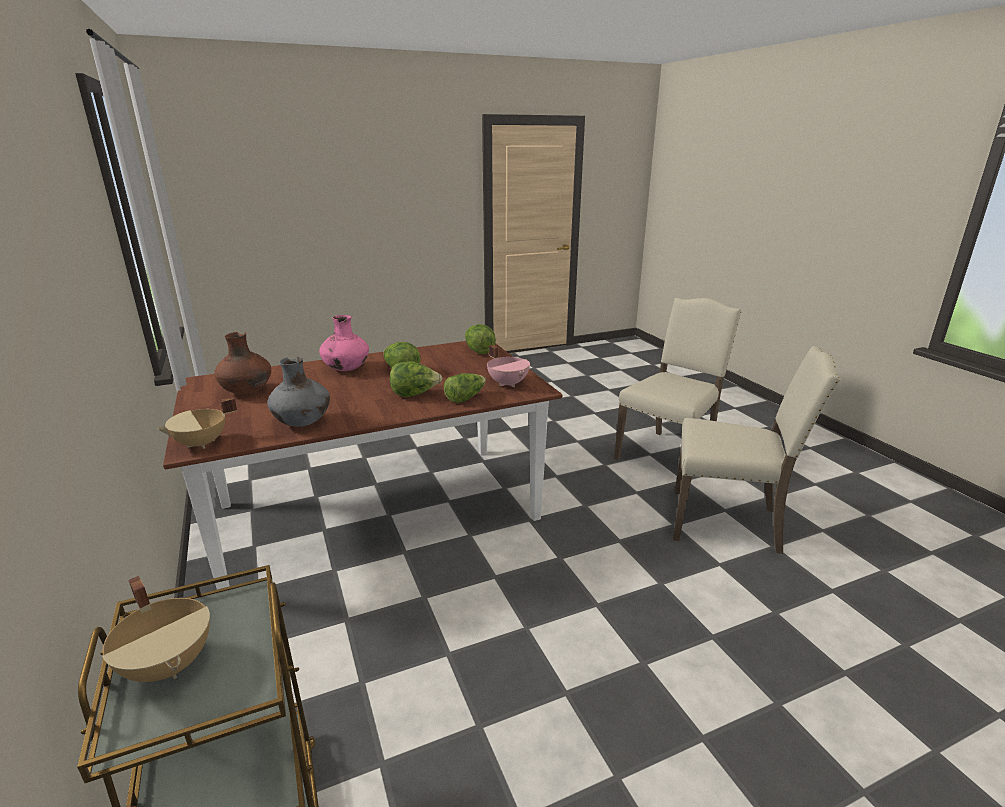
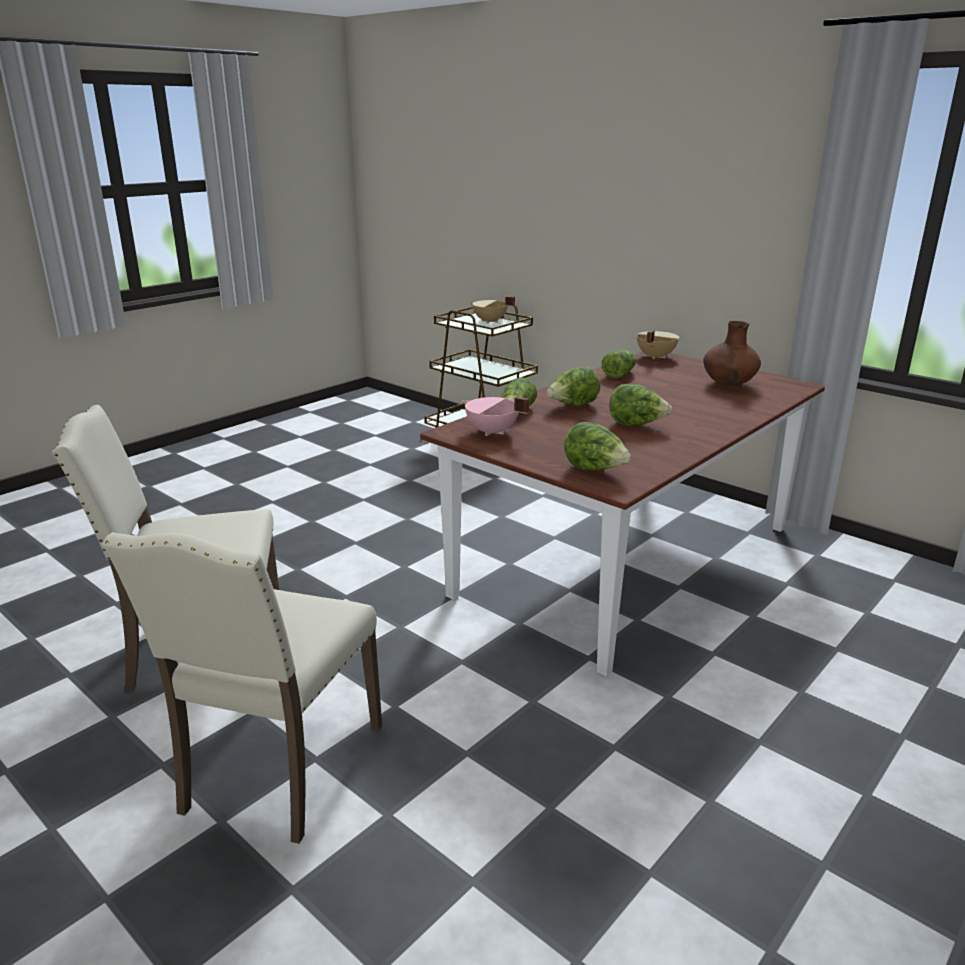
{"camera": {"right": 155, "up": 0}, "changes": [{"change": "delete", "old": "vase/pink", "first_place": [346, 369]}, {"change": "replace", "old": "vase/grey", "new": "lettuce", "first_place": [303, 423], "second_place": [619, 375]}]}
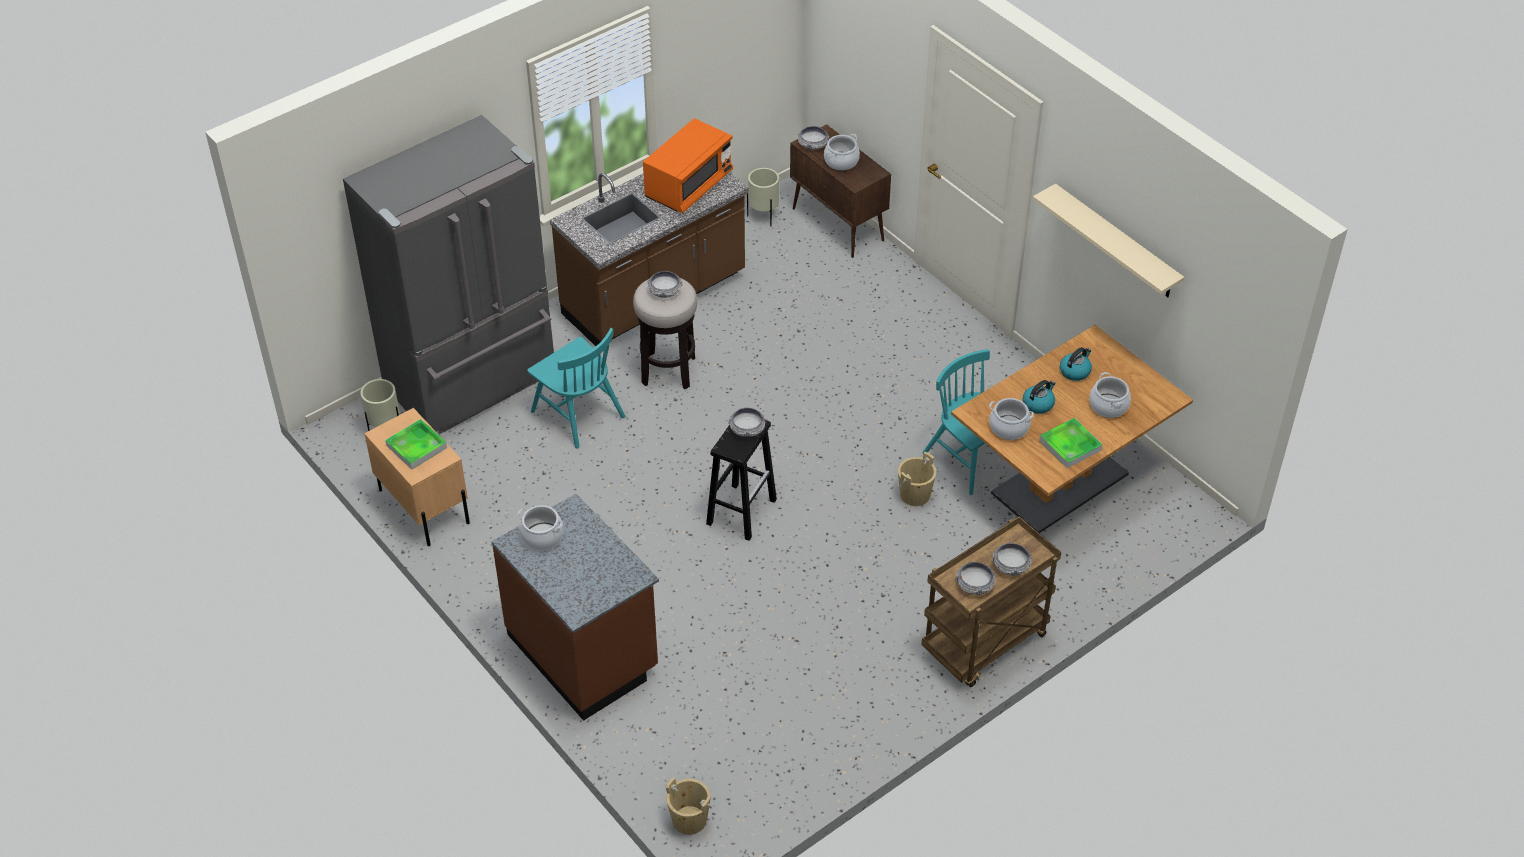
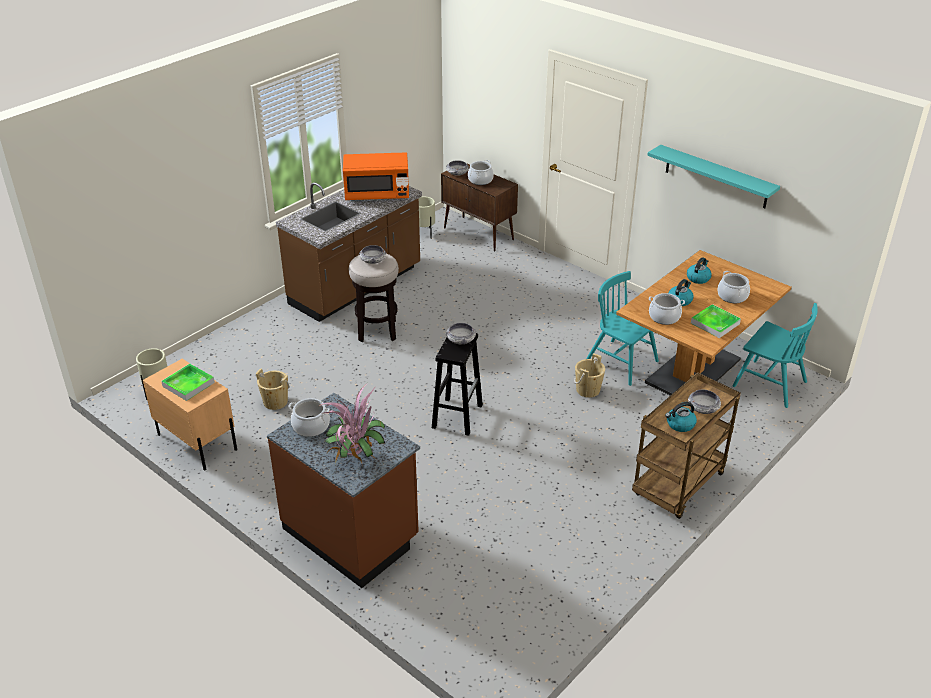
{"camera": {"right": -10, "up": -10}, "changes": [{"change": "delete", "old": "fridge/grey", "first_place": [474, 385]}, {"change": "rotate", "old": "microwave/orange", "first_place": [689, 186], "second_place": [377, 194], "degrees": 60}, {"change": "recolor", "old": "shelf/beige", "new": "shelf/turquoise", "first_place": [1116, 242], "second_place": [716, 177]}, {"change": "move", "old": "chair/turquoise", "first_place": [577, 413], "second_place": [769, 384]}, {"change": "replace", "old": "bowl", "new": "kettle", "first_place": [975, 584], "second_place": [680, 424]}, {"change": "move", "old": "bucket/beige", "first_place": [689, 820], "second_place": [275, 402]}, {"change": "insert", "new": "potted plant", "second_place": [355, 458]}]}
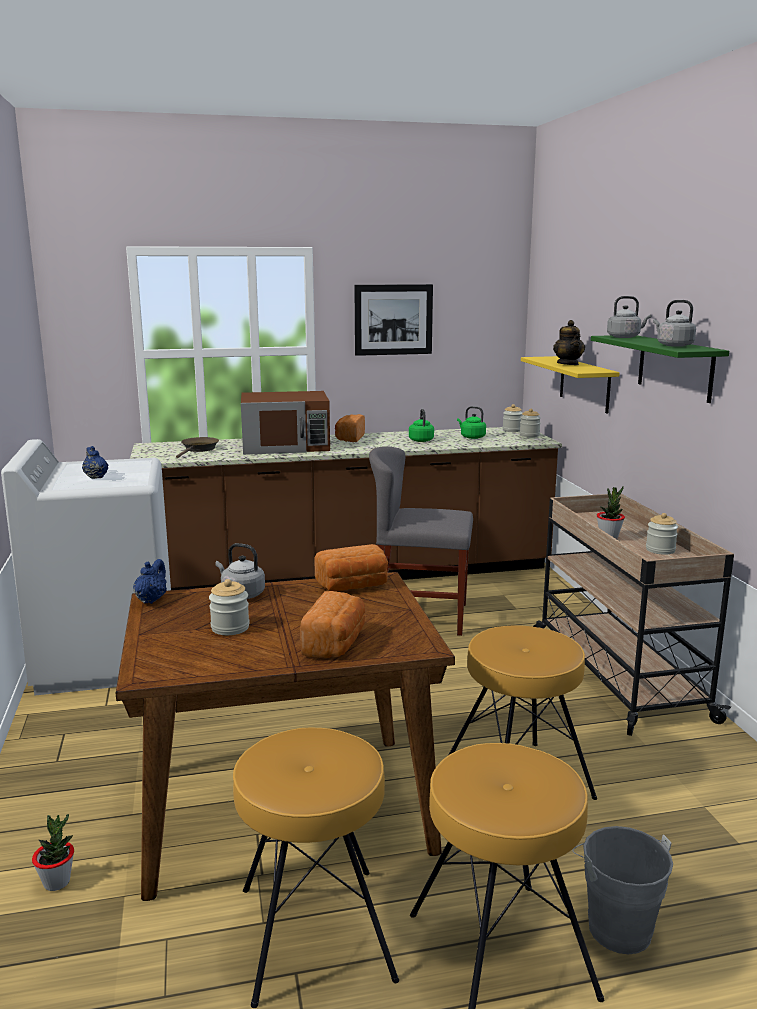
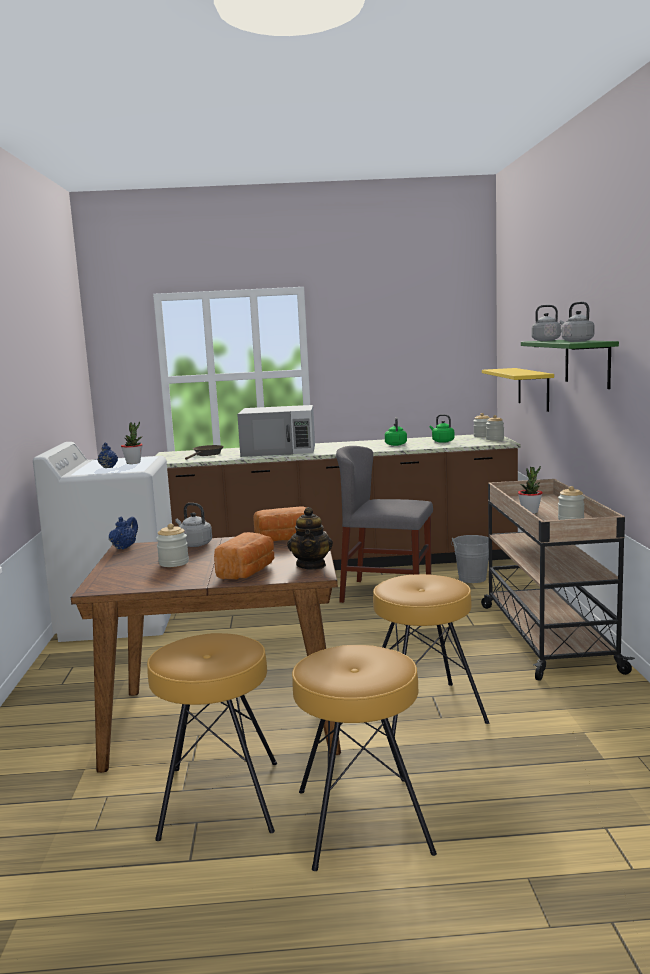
{"camera": {"right": 10, "up": -5}, "changes": [{"change": "delete", "old": "picture", "first_place": [393, 319]}, {"change": "move", "old": "teapot", "first_place": [568, 364], "second_place": [311, 565]}, {"change": "recolor", "old": "microwave/brown", "new": "microwave/white", "first_place": [286, 445], "second_place": [279, 450]}, {"change": "delete", "old": "bread", "first_place": [349, 438]}, {"change": "move", "old": "potted plant", "first_place": [57, 882], "second_place": [133, 463]}, {"change": "move", "old": "bucket/grey", "first_place": [615, 924], "second_place": [471, 577]}]}
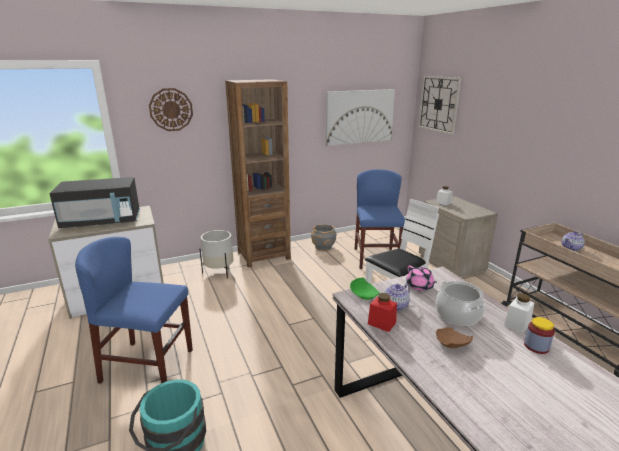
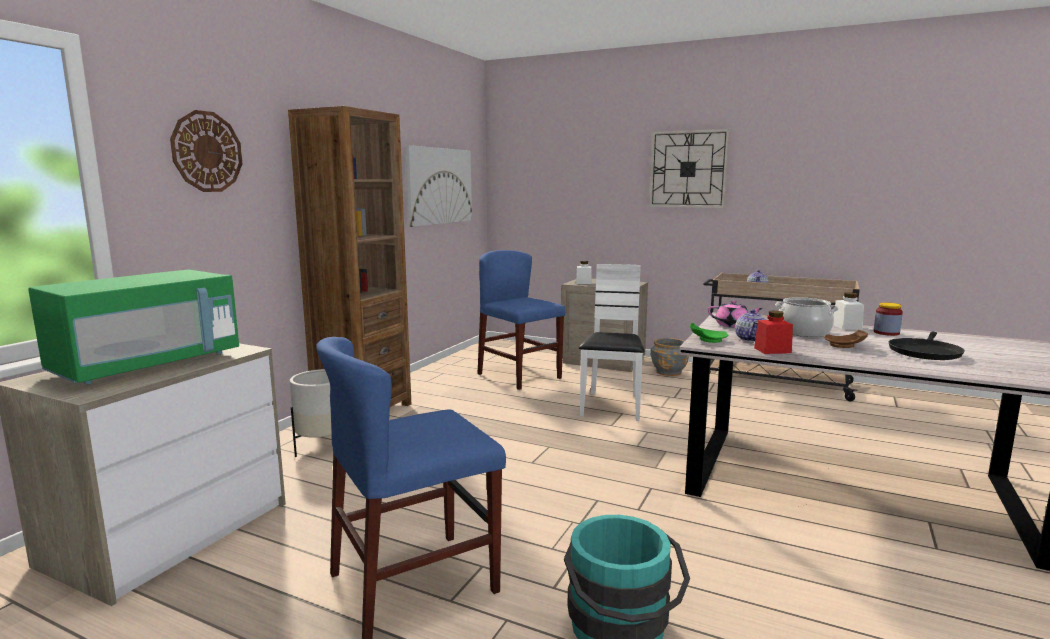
{"camera": {"right": -40, "up": -10}, "changes": [{"change": "move", "old": "wall clock", "first_place": [439, 104], "second_place": [688, 169]}, {"change": "recolor", "old": "microwave/black", "new": "microwave/green", "first_place": [102, 222], "second_place": [148, 365]}, {"change": "move", "old": "planter/grey", "first_place": [323, 247], "second_place": [668, 372]}, {"change": "insert", "new": "frying pan/black", "second_place": [924, 352]}]}
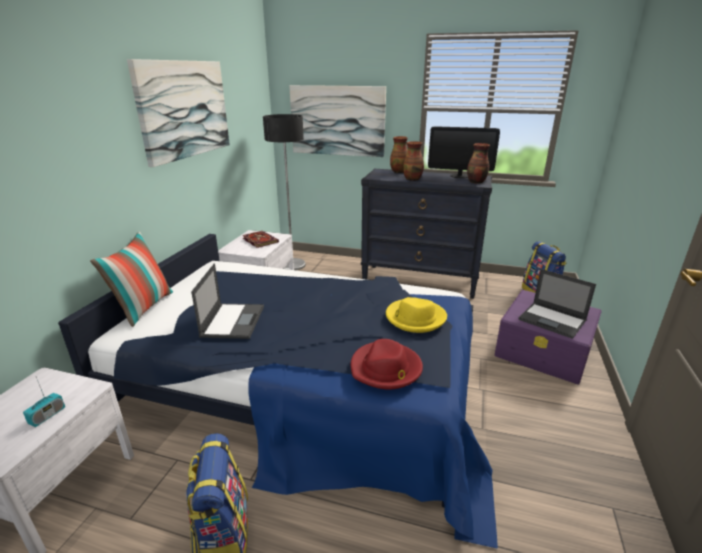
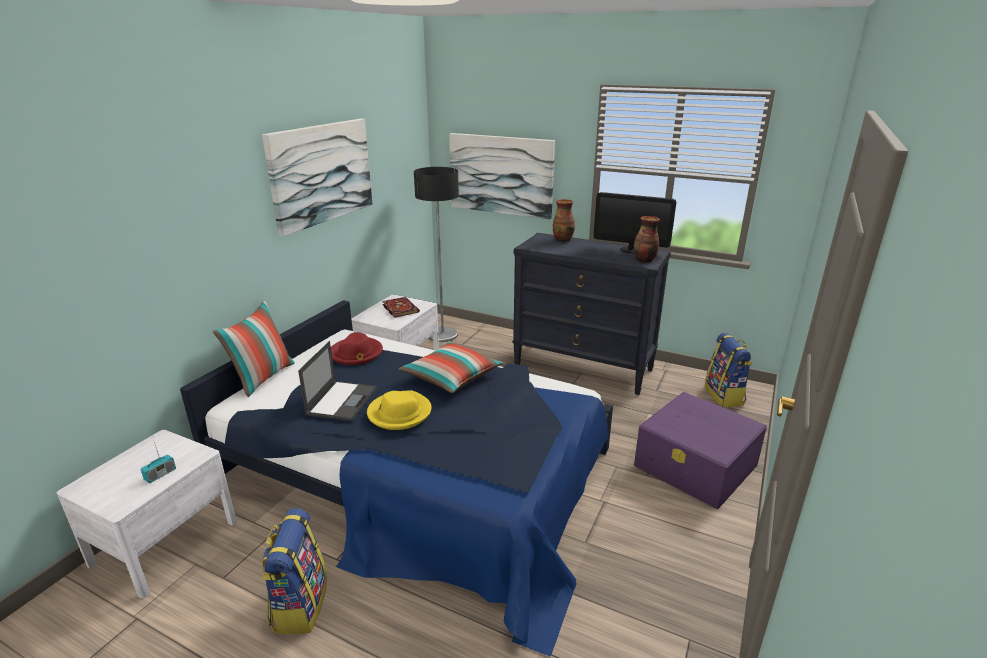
{"camera": {"right": 10, "up": 0}, "changes": [{"change": "delete", "old": "vase", "first_place": [413, 179]}, {"change": "delete", "old": "laptop", "first_place": [553, 320]}, {"change": "move", "old": "hat/yellow", "first_place": [415, 318], "second_place": [399, 413]}, {"change": "move", "old": "hat/red", "first_place": [386, 368], "second_place": [356, 353]}, {"change": "insert", "new": "pillow", "second_place": [451, 377]}]}
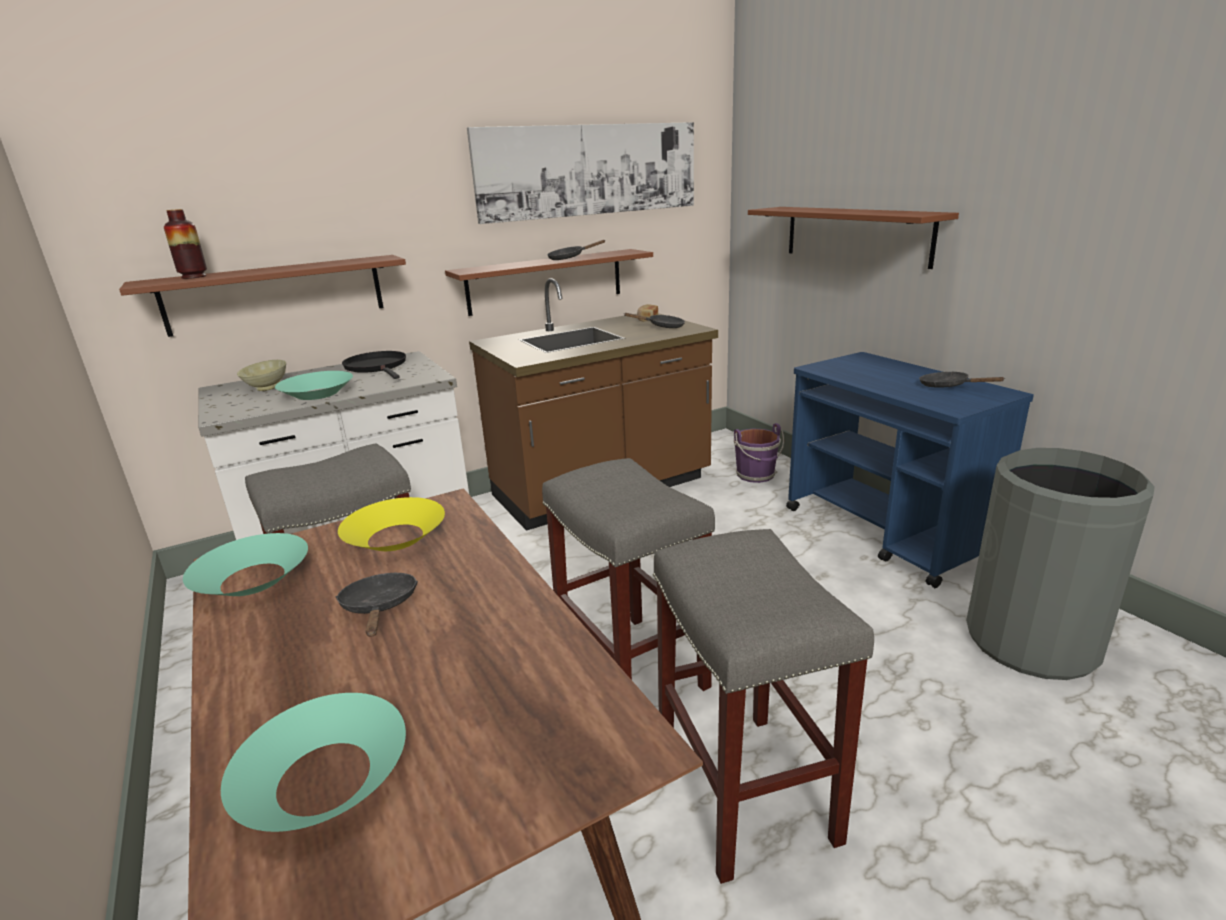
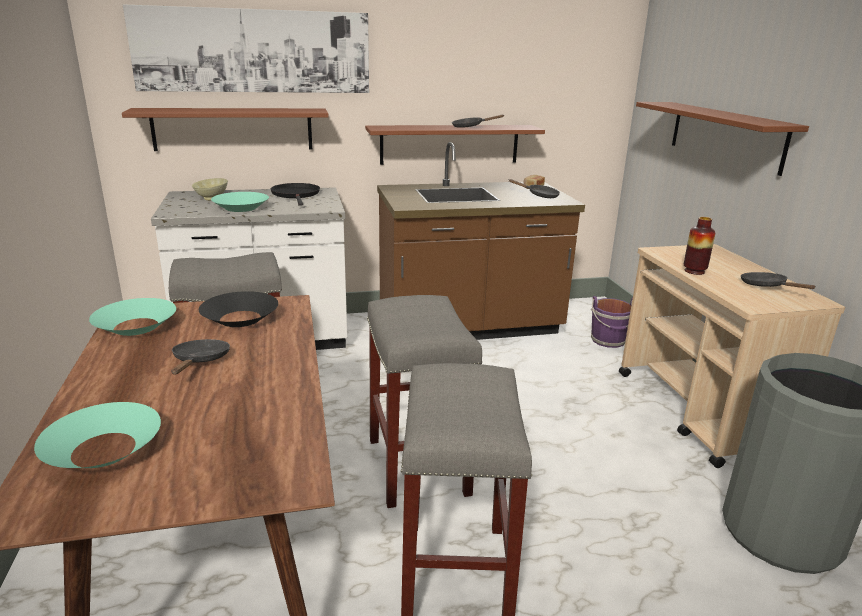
{"camera": {"right": 15, "up": 0}, "changes": [{"change": "move", "old": "picture", "first_place": [590, 170], "second_place": [253, 51]}, {"change": "move", "old": "vase", "first_place": [194, 277], "second_place": [694, 271]}, {"change": "recolor", "old": "cart/blue", "new": "cart/beige", "first_place": [886, 532], "second_place": [700, 412]}, {"change": "recolor", "old": "bowl/yellow", "new": "bowl/black", "first_place": [395, 537], "second_place": [240, 318]}]}
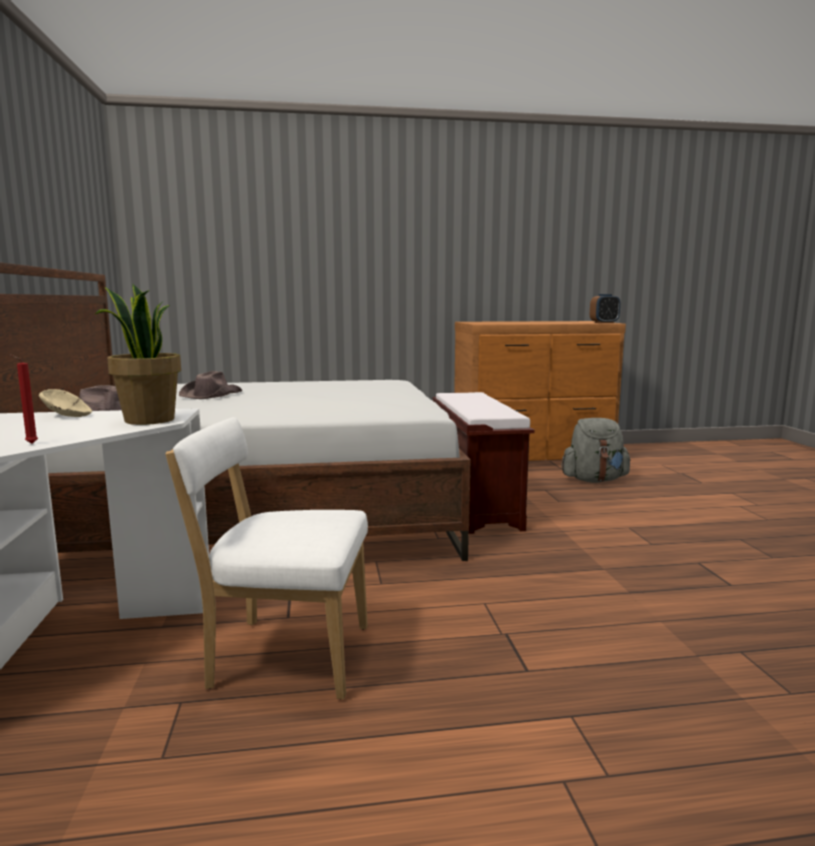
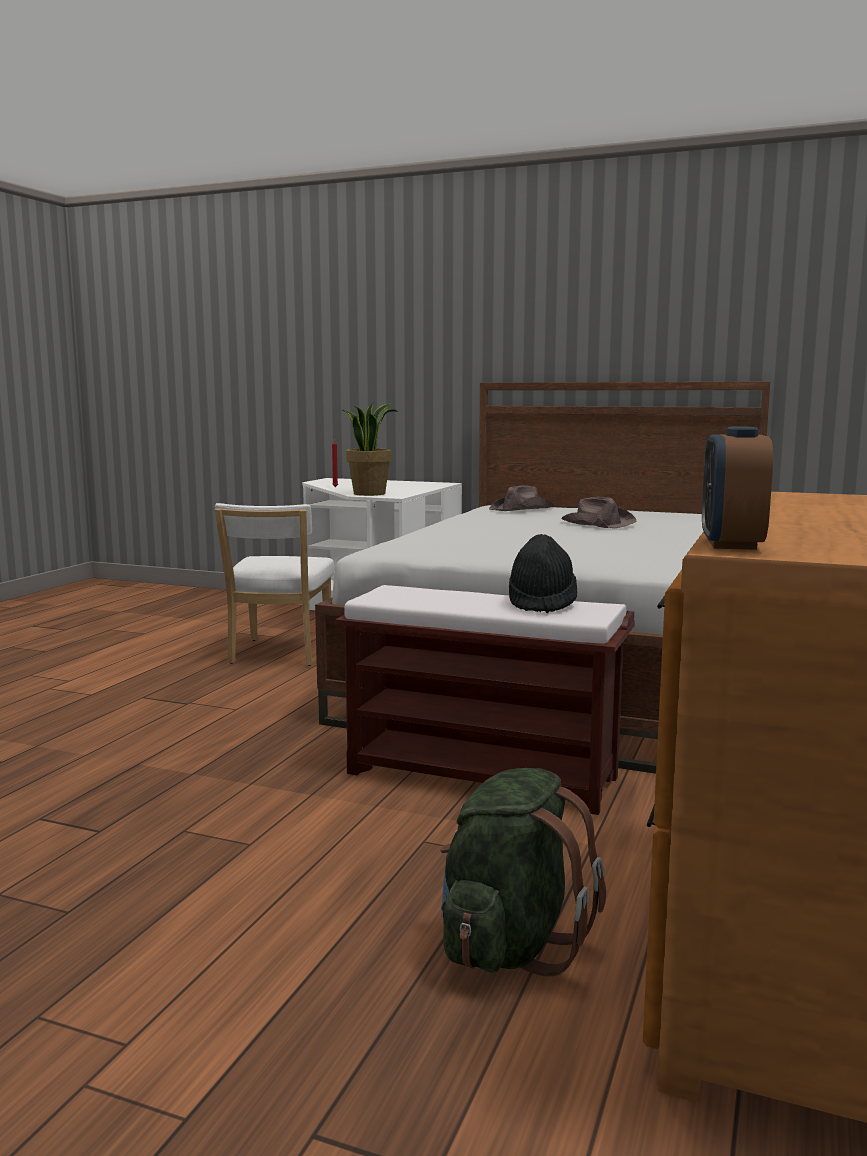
{"camera": {"right": 120, "up": 0}, "changes": [{"change": "delete", "old": "bowl/beige", "first_place": [67, 416]}, {"change": "rotate", "old": "chair/white", "first_place": [283, 655], "second_place": [279, 654], "degrees": 150}, {"change": "recolor", "old": "backpack/grey", "new": "backpack/green", "first_place": [594, 480], "second_place": [510, 944]}, {"change": "insert", "new": "hat/black", "second_place": [541, 603]}]}
